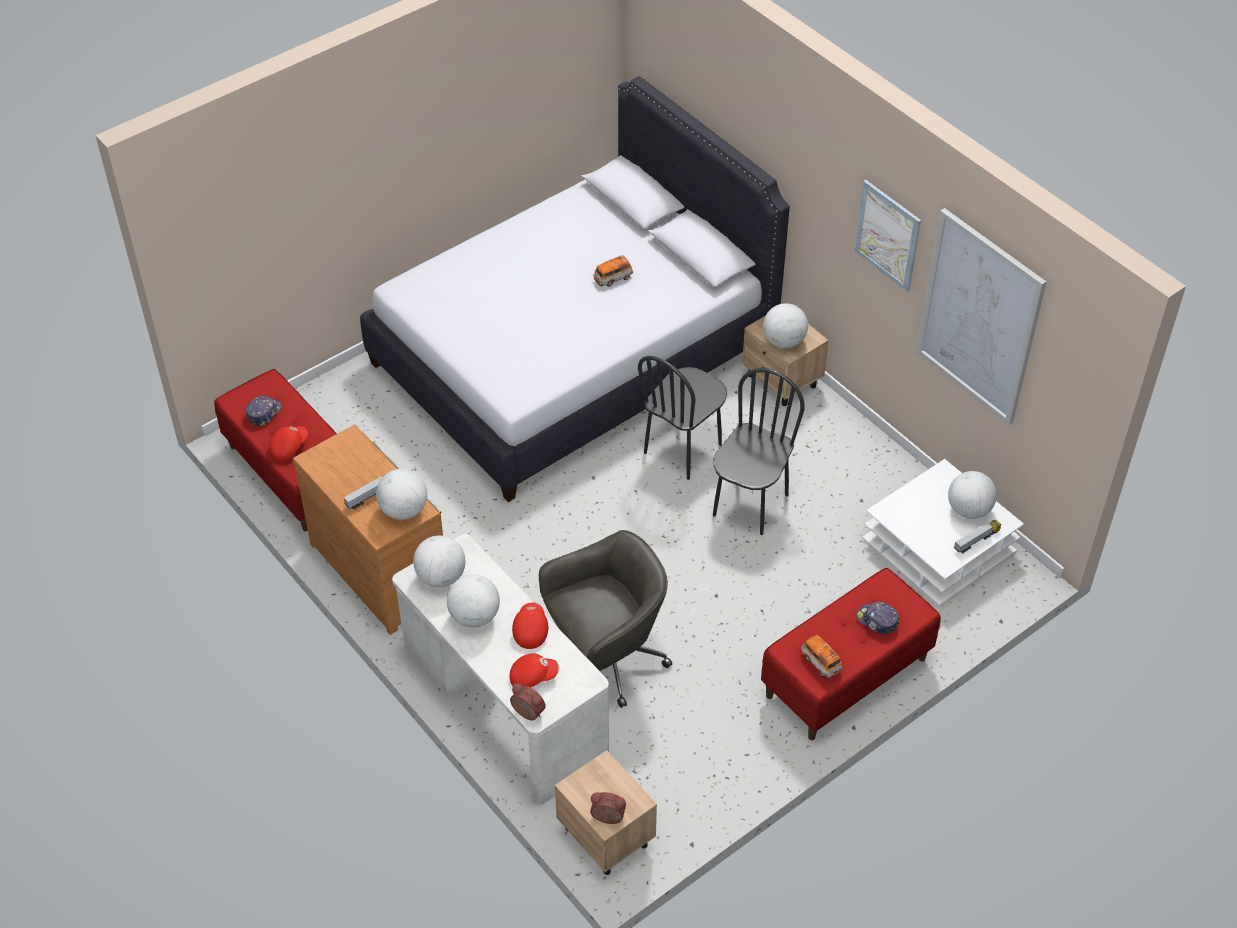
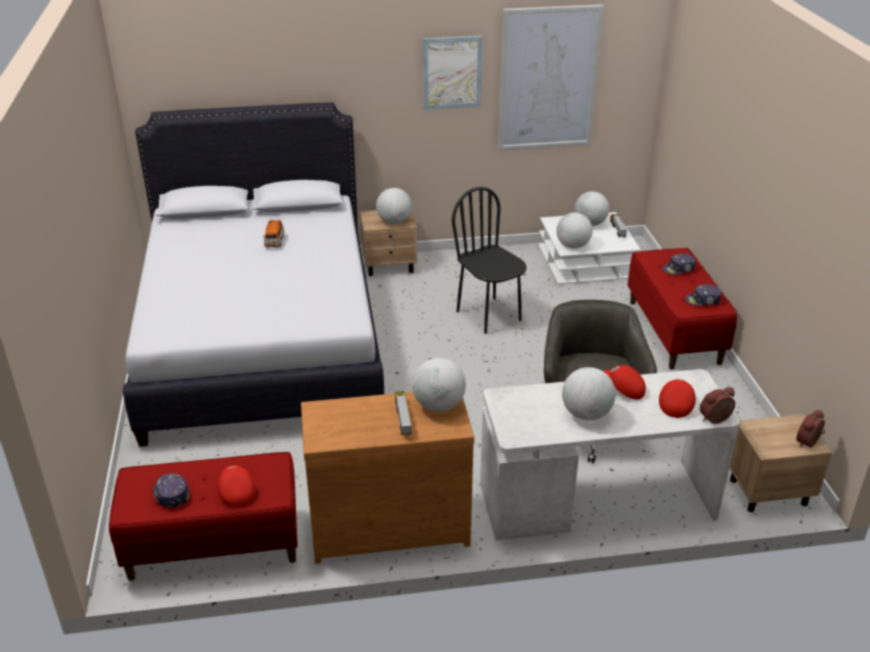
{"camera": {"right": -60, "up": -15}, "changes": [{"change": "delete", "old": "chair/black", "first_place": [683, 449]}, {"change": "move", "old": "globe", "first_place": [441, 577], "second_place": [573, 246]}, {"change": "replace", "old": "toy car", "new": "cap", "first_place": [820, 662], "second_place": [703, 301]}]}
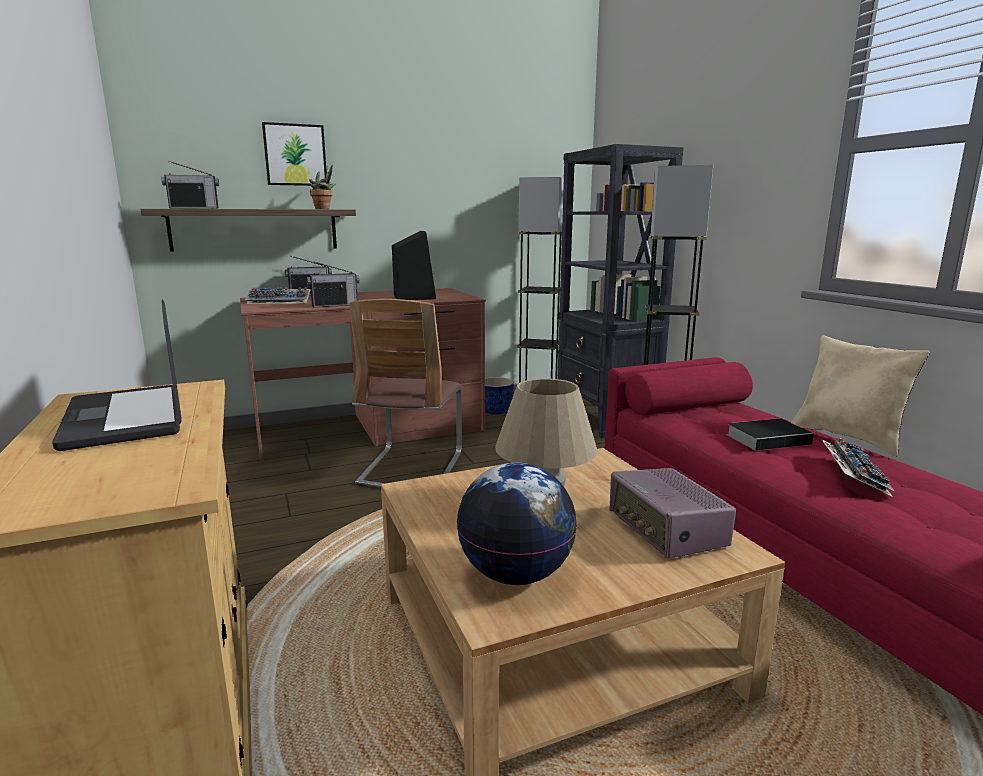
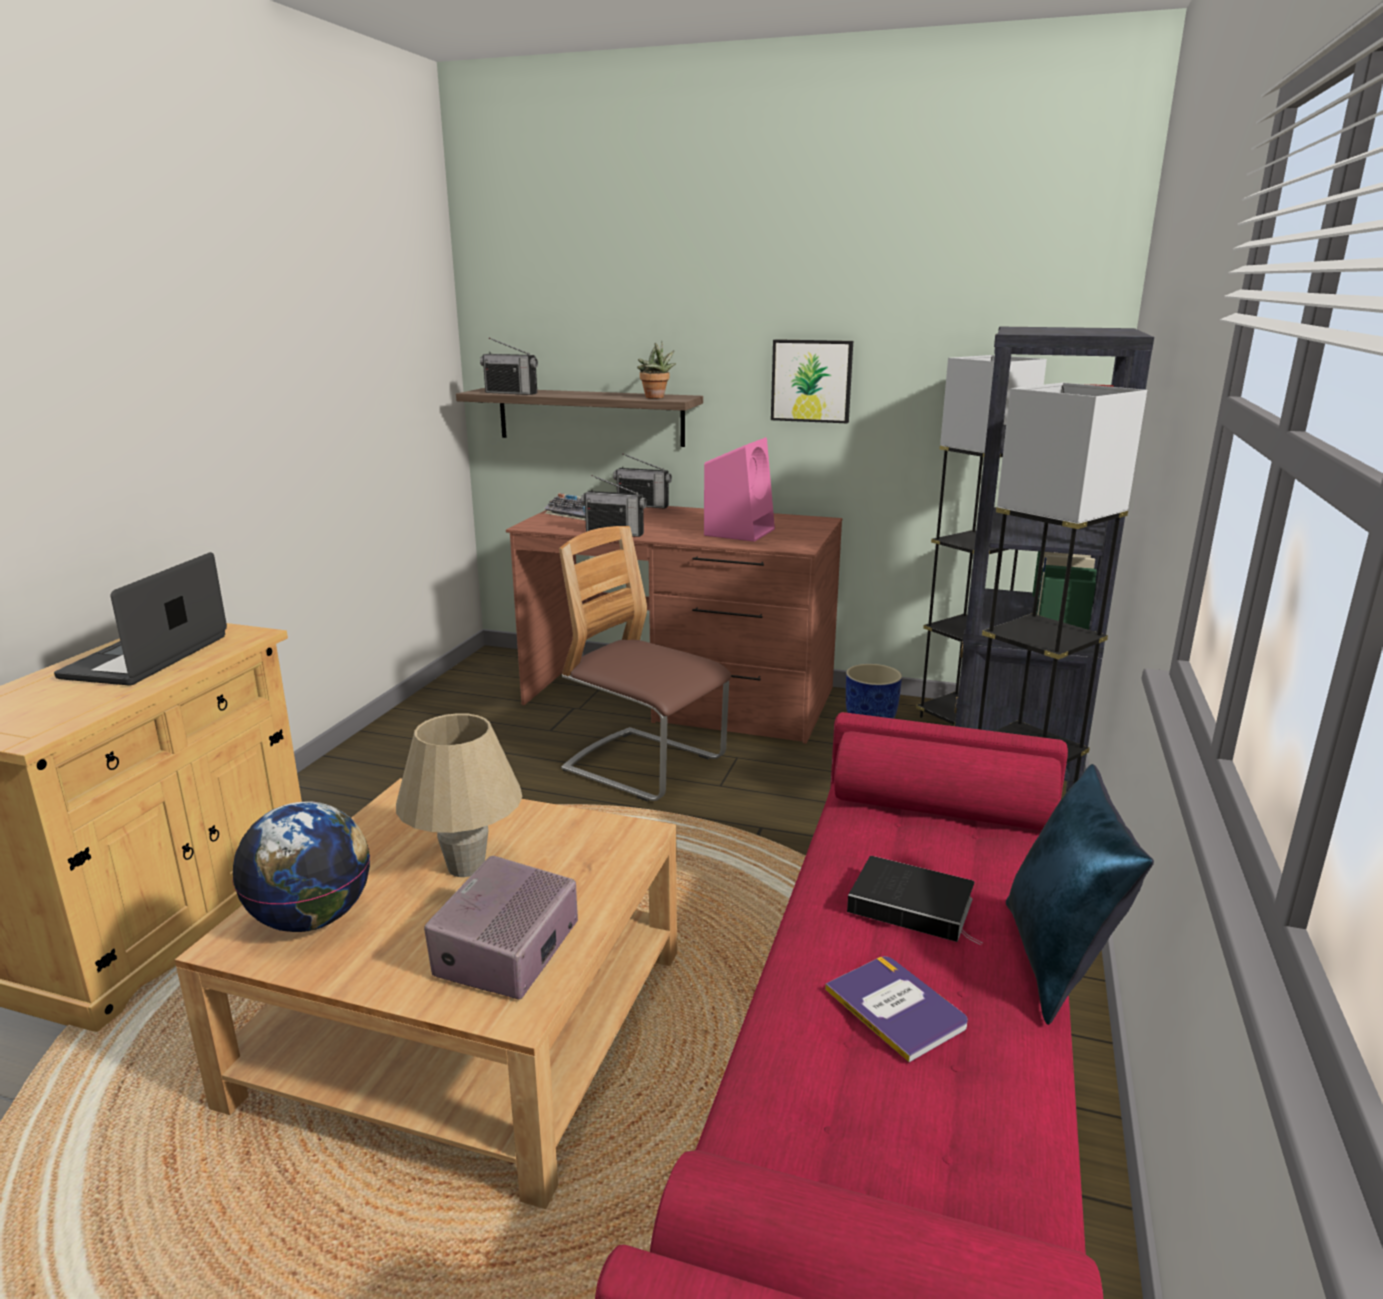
{"camera": {"right": 40, "up": 5}, "changes": [{"change": "move", "old": "picture", "first_place": [295, 155], "second_place": [812, 381]}, {"change": "recolor", "old": "speaker/black", "new": "speaker/pink", "first_place": [413, 297], "second_place": [739, 532]}, {"change": "rotate", "old": "chair", "first_place": [411, 468], "second_place": [644, 766], "degrees": 75}, {"change": "recolor", "old": "pillow/beige", "new": "pillow/blue", "first_place": [848, 438], "second_place": [1059, 962]}, {"change": "replace", "old": "keyboard", "new": "book", "first_place": [851, 473], "second_place": [896, 1007]}]}
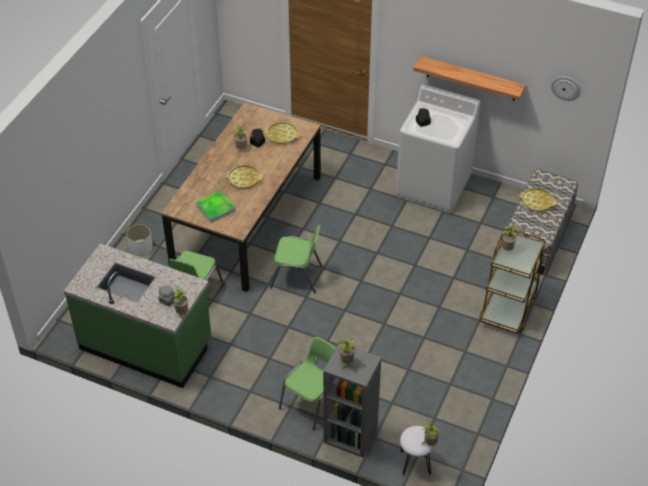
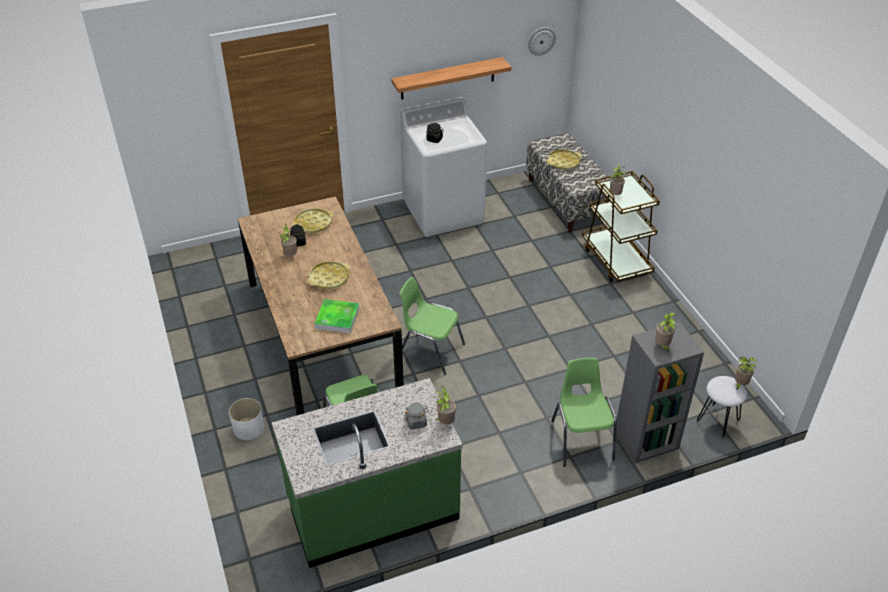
{"camera": {"right": -45, "up": -5}, "changes": [{"change": "rotate", "old": "chair/green", "first_place": [297, 277], "second_place": [430, 350], "degrees": -120}]}
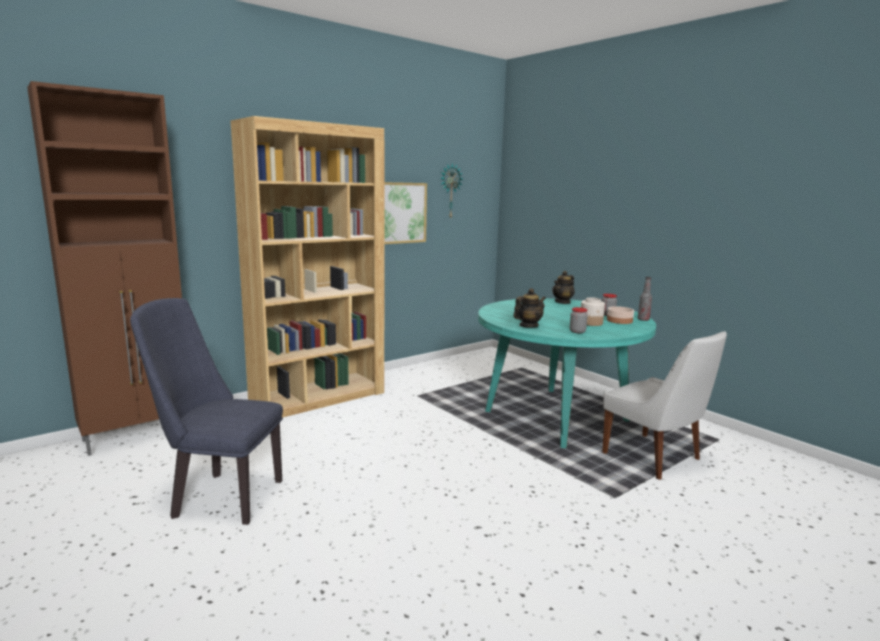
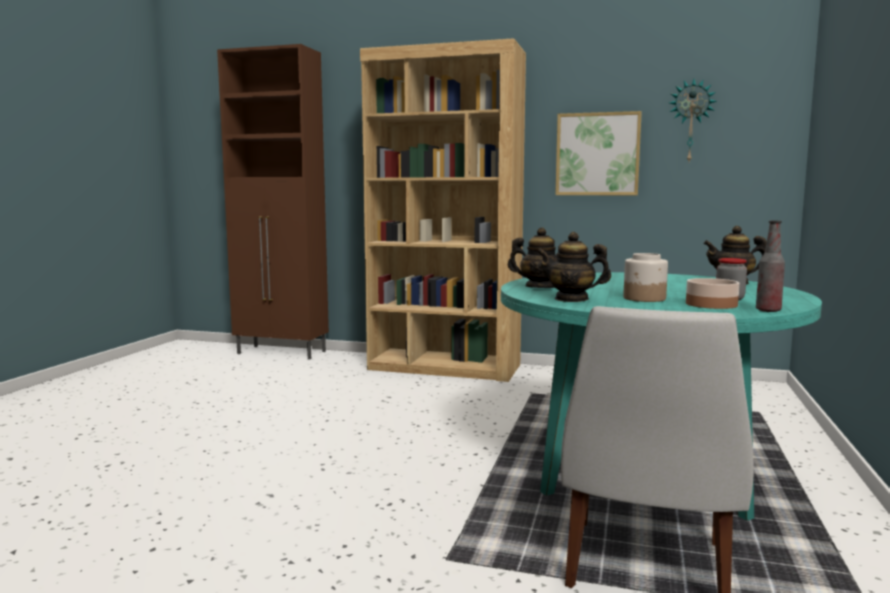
{"camera": {"right": 55, "up": -5}, "changes": [{"change": "delete", "old": "chair/blue", "first_place": [220, 497]}, {"change": "replace", "old": "jar", "new": "teapot", "first_place": [577, 331], "second_place": [571, 299]}]}
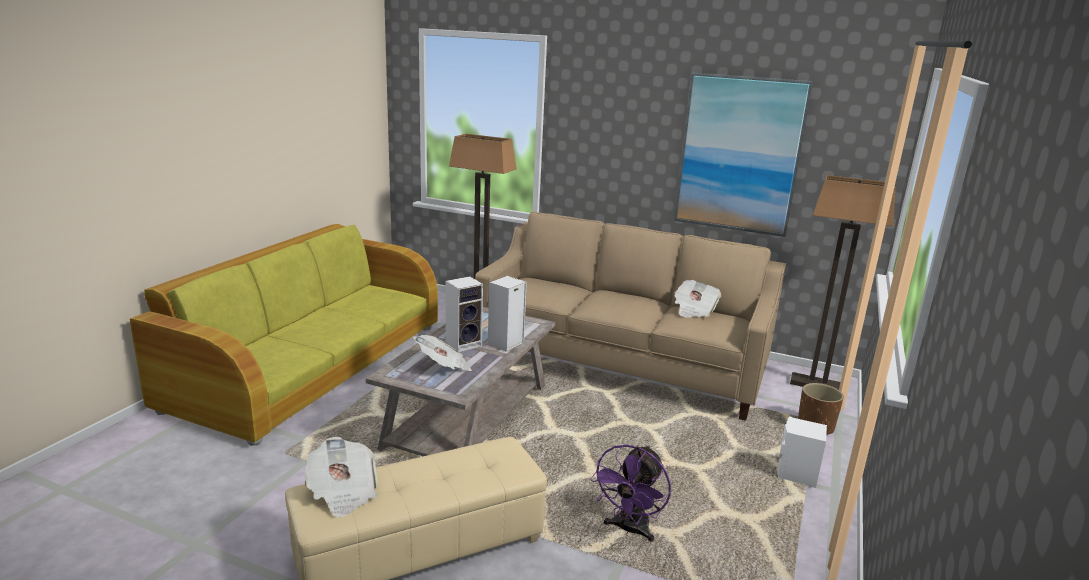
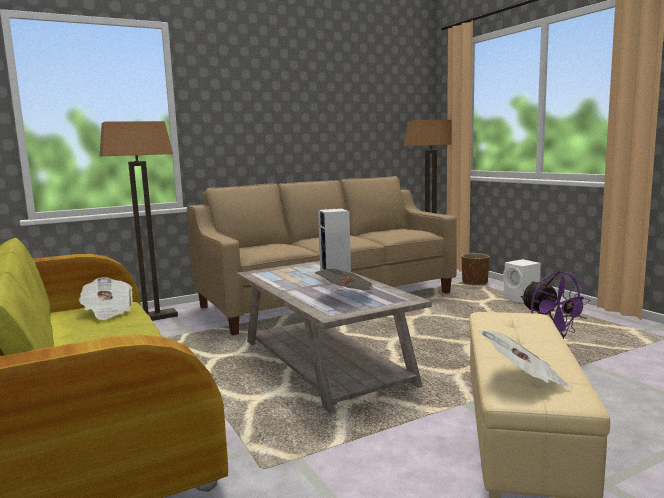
{"camera": {"right": -50, "up": -10}, "changes": [{"change": "delete", "old": "picture", "first_place": [739, 154]}, {"change": "delete", "old": "speaker", "first_place": [464, 344]}, {"change": "move", "old": "newspaper", "first_place": [694, 310], "second_place": [108, 312]}]}
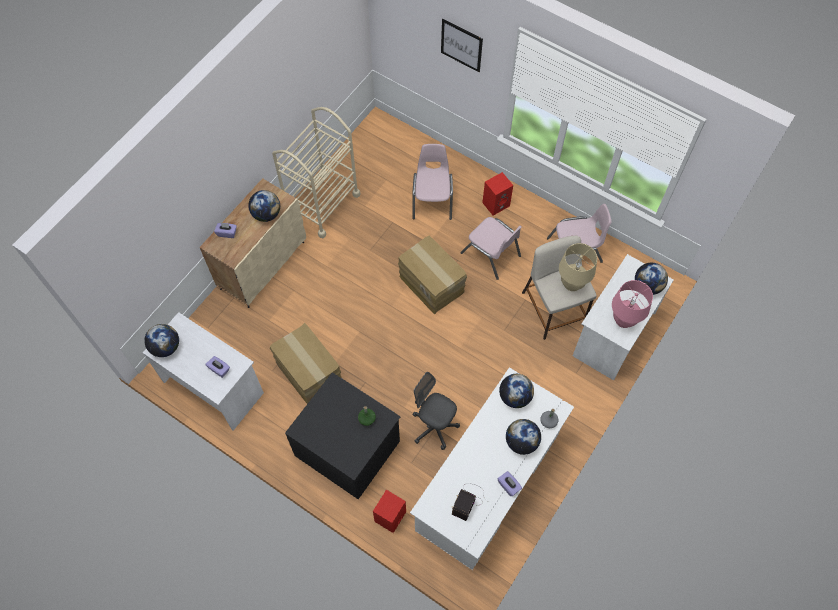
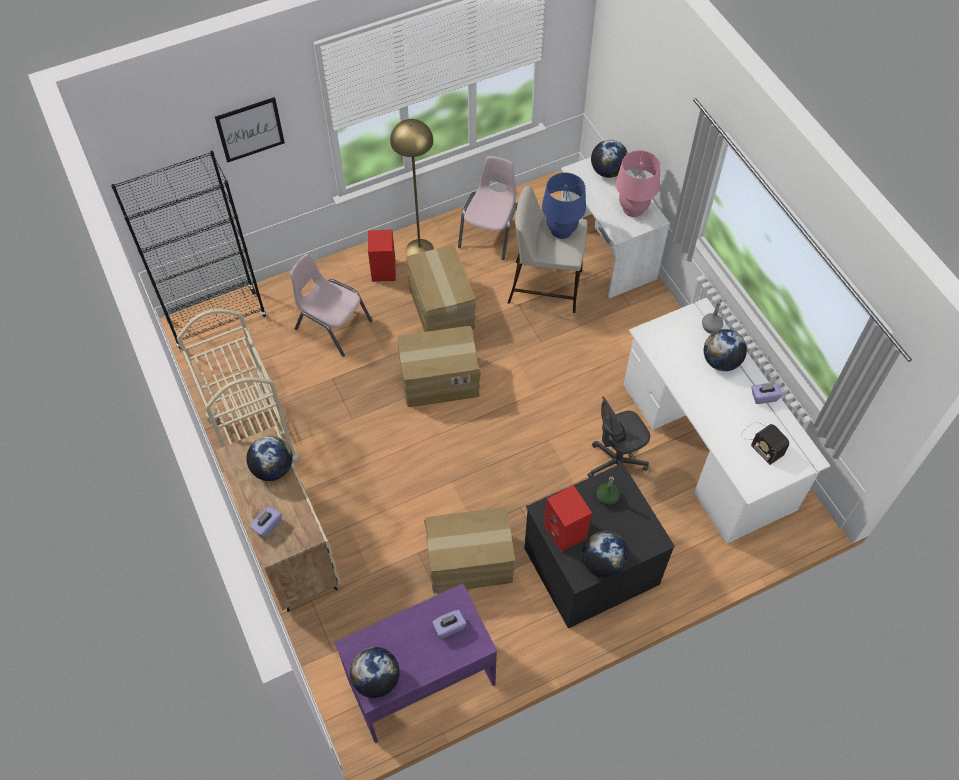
{"camera": {"right": -60, "up": -5}, "changes": [{"change": "replace", "old": "chair/pink", "new": "cardboard box", "first_place": [491, 254], "second_place": [442, 306]}, {"change": "recolor", "old": "table lamp/beige", "new": "table lamp/blue", "first_place": [572, 283], "second_place": [561, 230]}, {"change": "recolor", "old": "desk/white", "new": "desk/purple", "first_place": [213, 386], "second_place": [420, 681]}, {"change": "move", "old": "globe", "first_place": [514, 396], "second_place": [602, 563]}, {"change": "move", "old": "speaker/red", "first_place": [390, 517], "second_place": [566, 532]}, {"change": "insert", "new": "floor lamp/yellow", "second_place": [419, 249]}, {"change": "insert", "new": "bookcase/black", "second_place": [217, 319]}]}
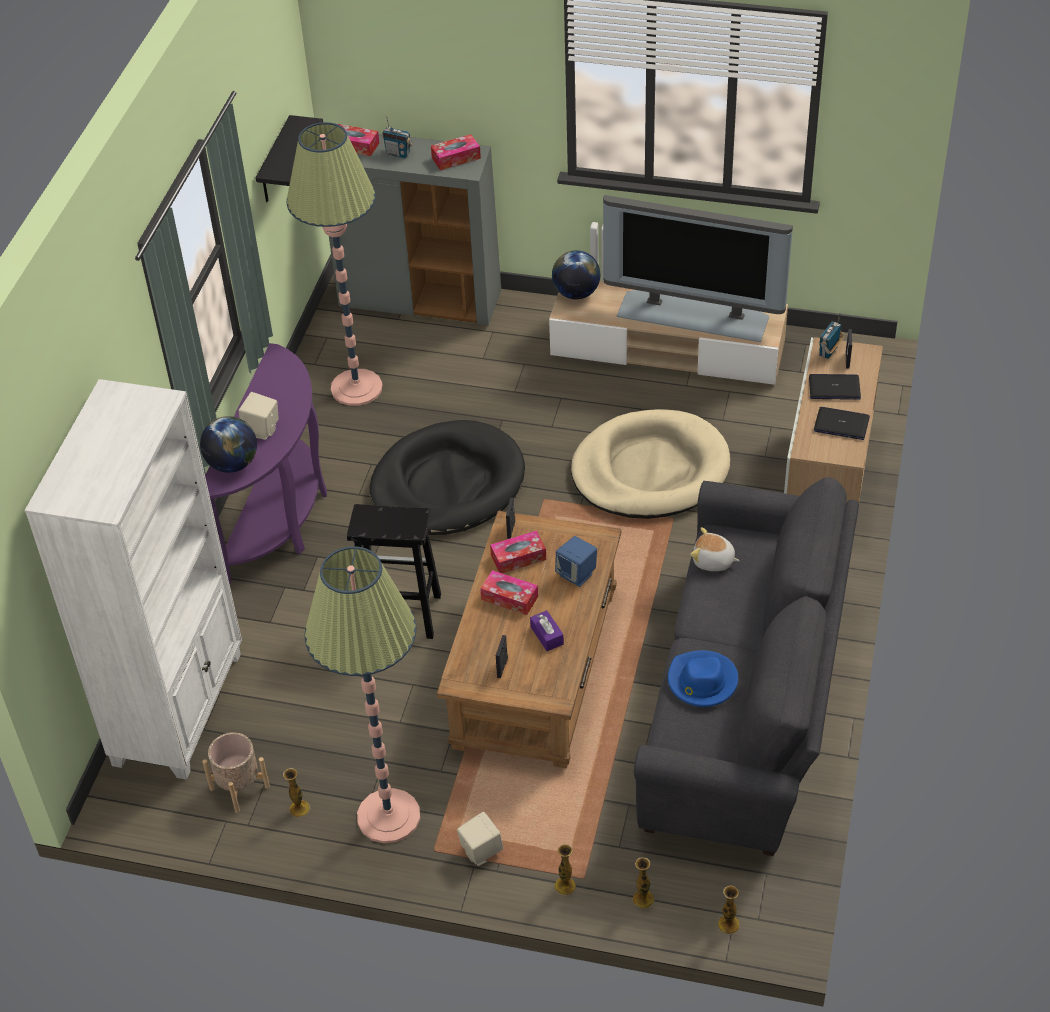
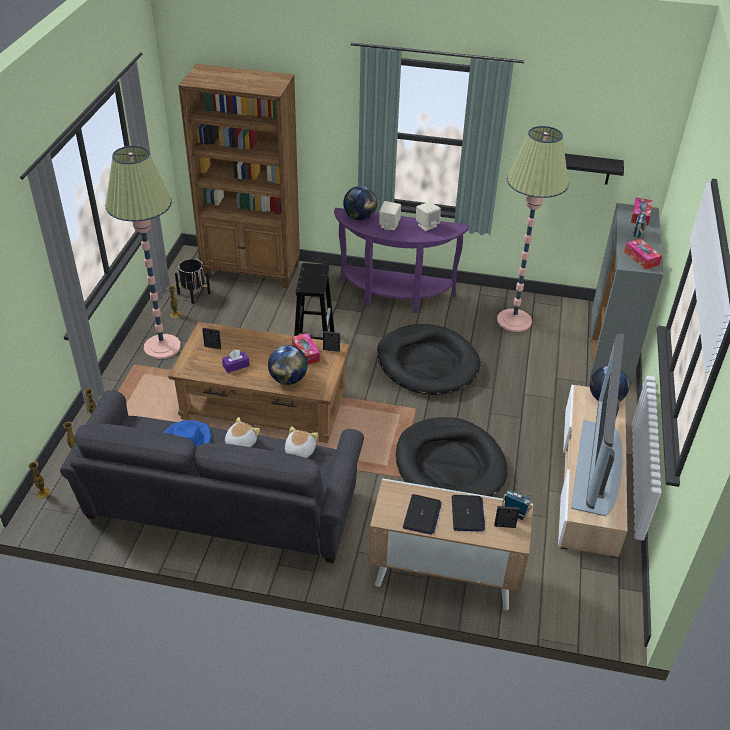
{"camera": {"right": 85, "up": -5}, "changes": [{"change": "recolor", "old": "bookcase/white", "new": "bookcase/brown", "first_place": [180, 708], "second_place": [252, 270]}, {"change": "recolor", "old": "dog bed/beige", "new": "dog bed/black", "first_place": [650, 470], "second_place": [449, 465]}, {"change": "replace", "old": "speaker/blue", "new": "globe", "first_place": [577, 574], "second_place": [288, 379]}, {"change": "delete", "old": "tissue box", "first_place": [509, 598]}, {"change": "recolor", "old": "planter/beige", "new": "planter/black", "first_place": [240, 788], "second_place": [193, 293]}, {"change": "move", "old": "speaker/beige", "first_place": [481, 851], "second_place": [427, 225]}, {"change": "insert", "new": "plush toy", "second_place": [240, 443]}]}
